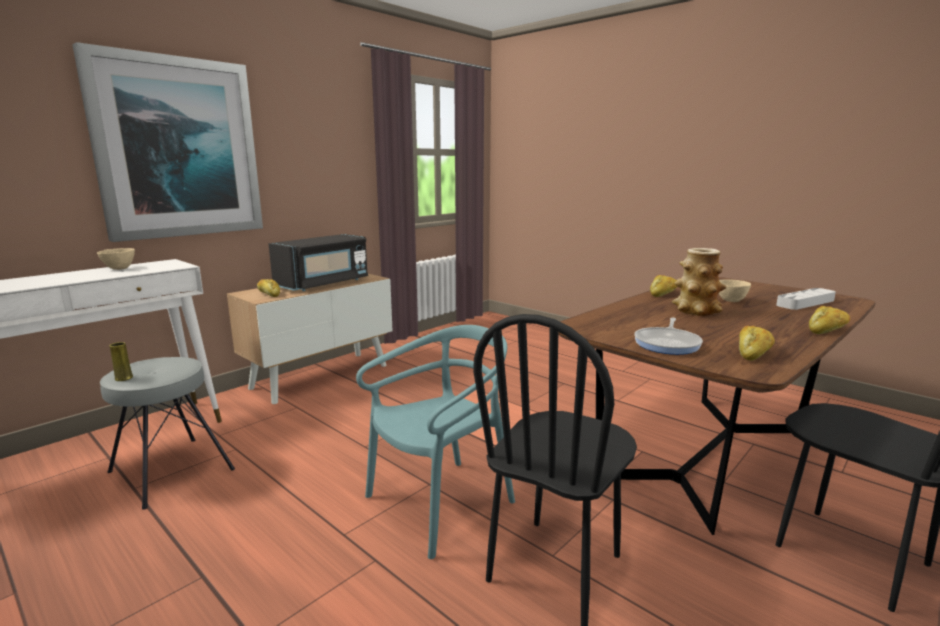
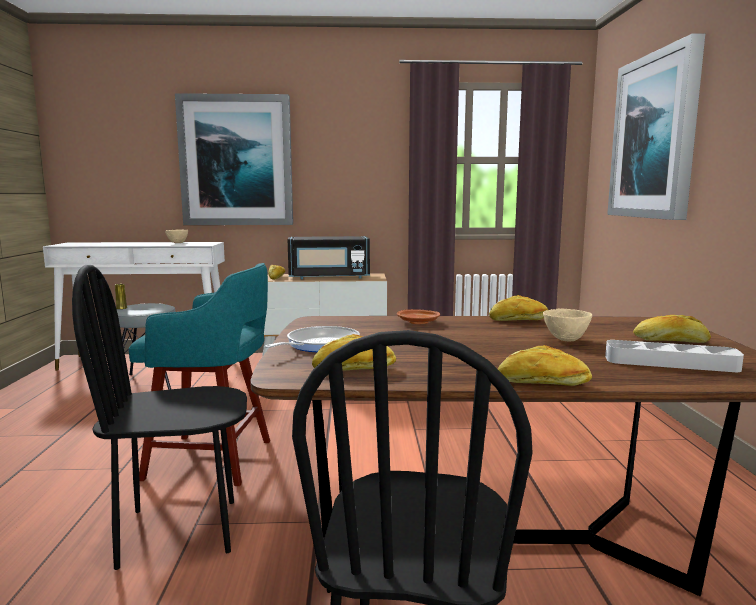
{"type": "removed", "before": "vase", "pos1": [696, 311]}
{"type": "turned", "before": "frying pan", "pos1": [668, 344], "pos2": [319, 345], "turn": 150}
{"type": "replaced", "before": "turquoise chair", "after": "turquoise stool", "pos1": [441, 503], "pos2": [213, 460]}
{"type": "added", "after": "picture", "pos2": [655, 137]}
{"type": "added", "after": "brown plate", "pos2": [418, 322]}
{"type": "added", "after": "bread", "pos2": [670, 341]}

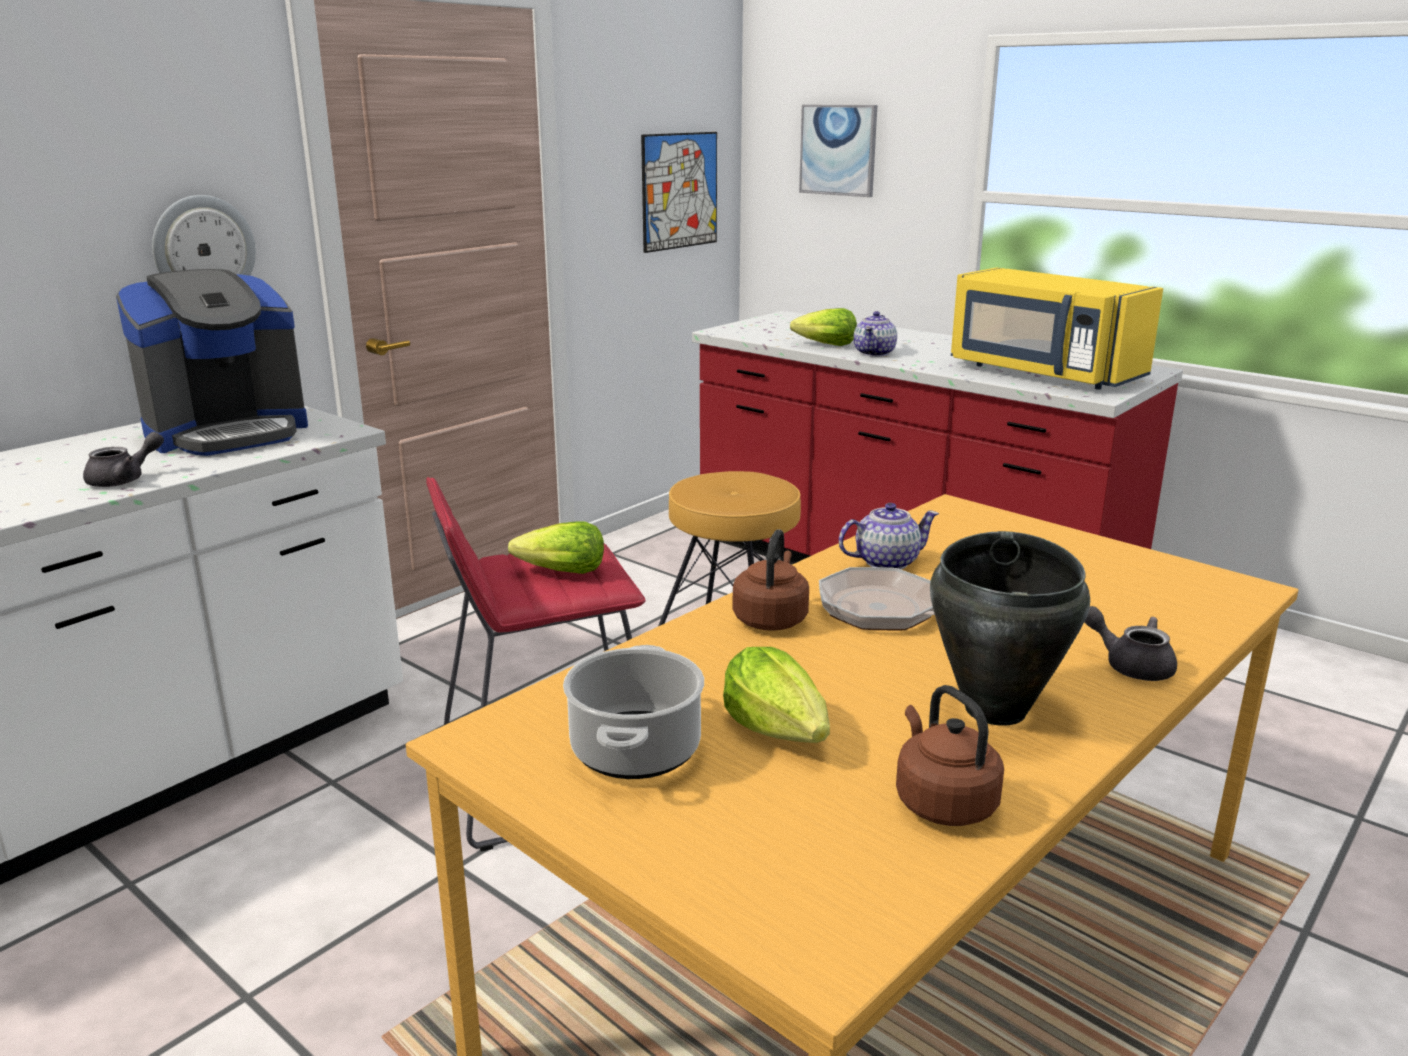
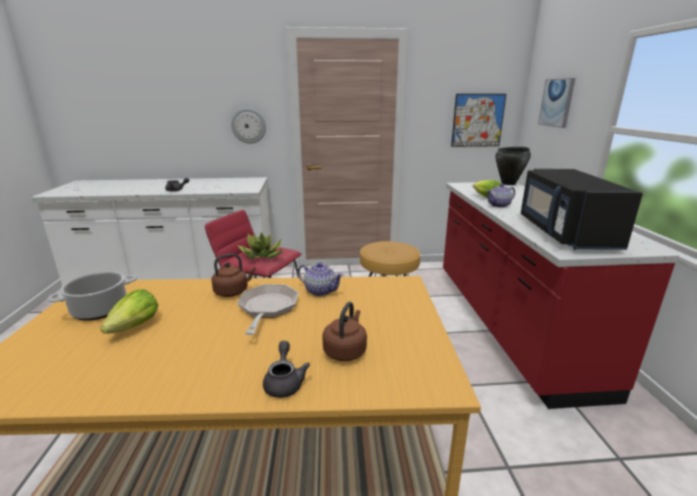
{"type": "recoloured", "before": "yellow microwave", "after": "black microwave", "pos1": [1042, 373], "pos2": [564, 233]}
{"type": "removed", "before": "coffee machine", "pos1": [228, 433]}
{"type": "replaced", "before": "lettuce", "after": "potted plant", "pos1": [562, 572], "pos2": [262, 256]}
{"type": "moved", "before": "black cooking pot", "pos1": [996, 709], "pos2": [508, 184]}
{"type": "moved", "before": "brown kettle", "pos1": [942, 802], "pos2": [345, 350]}

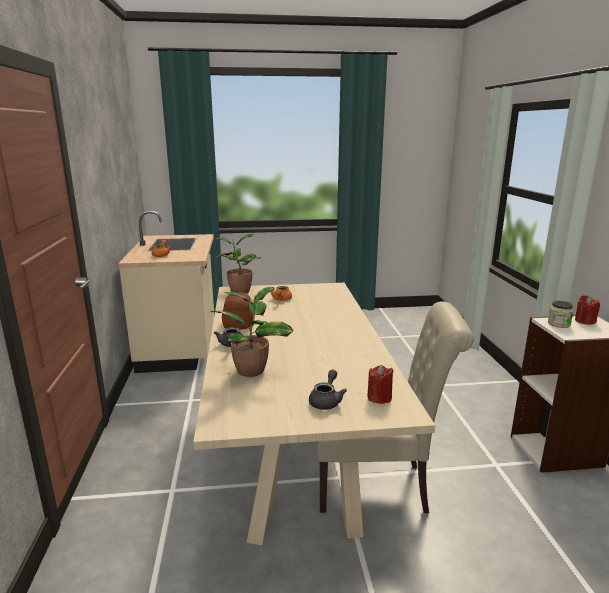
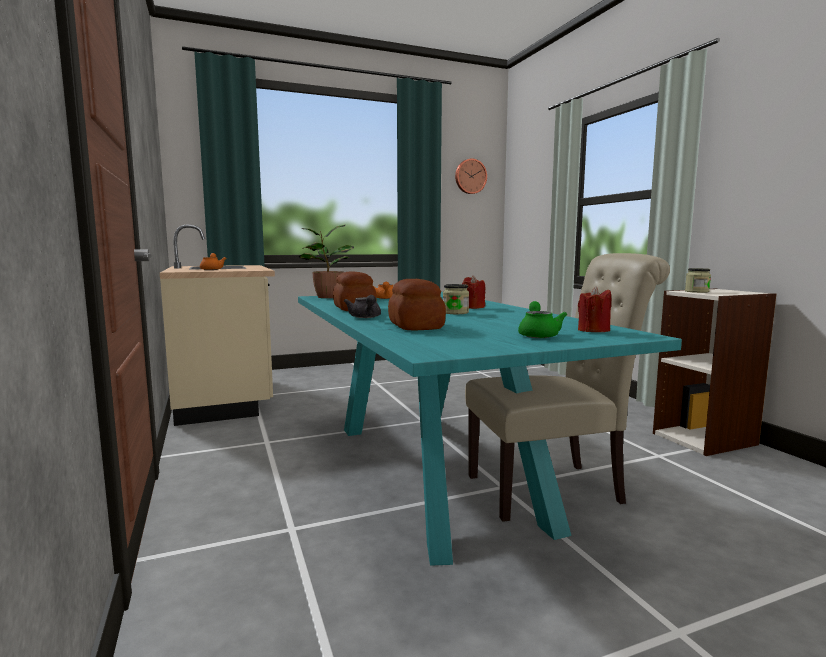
{"type": "recoloured", "before": "beige dining table", "after": "turquoise dining table", "pos1": [297, 450], "pos2": [434, 471]}
{"type": "replaced", "before": "potted plant", "after": "bread", "pos1": [252, 369], "pos2": [416, 326]}
{"type": "moved", "before": "red candle", "pos1": [585, 321], "pos2": [473, 307]}
{"type": "recoloured", "before": "grey teapot", "after": "green teapot", "pos1": [326, 401], "pos2": [538, 335]}
{"type": "added", "after": "wall clock", "pos2": [470, 176]}
{"type": "added", "after": "jar", "pos2": [455, 312]}

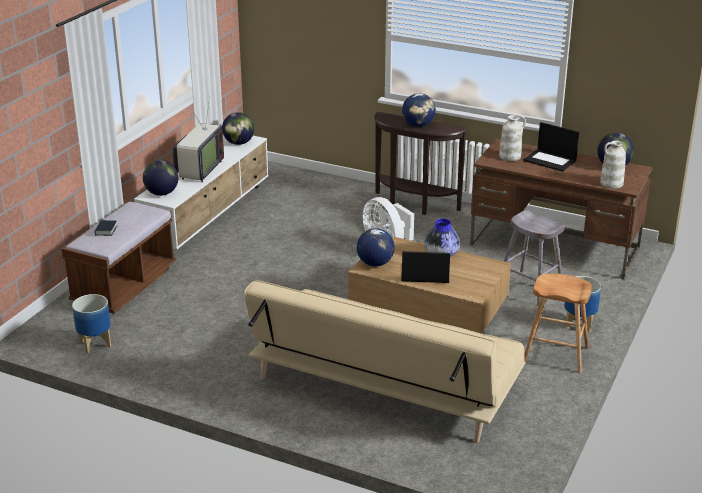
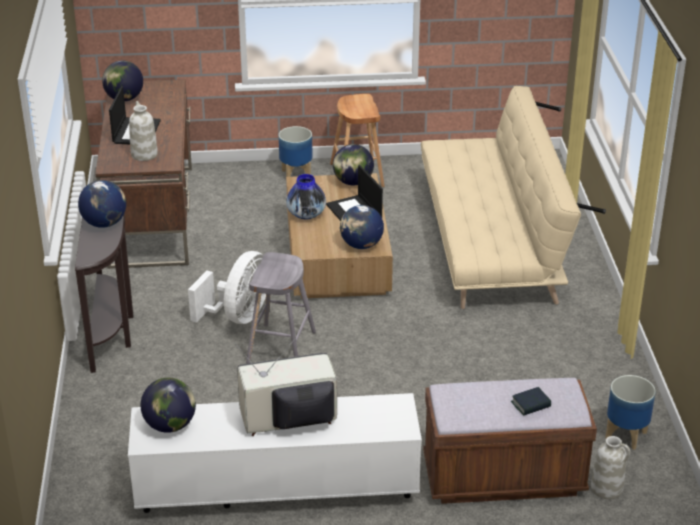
{"type": "moved", "before": "white vase", "pos1": [611, 184], "pos2": [607, 488]}
{"type": "moved", "before": "globe", "pos1": [161, 193], "pos2": [353, 182]}
{"type": "moved", "before": "grey stool", "pos1": [530, 288], "pos2": [281, 347]}

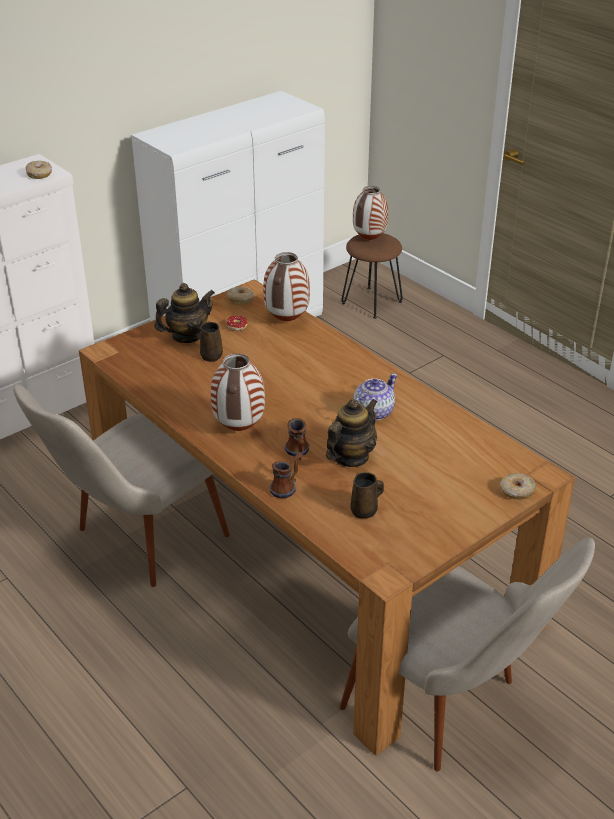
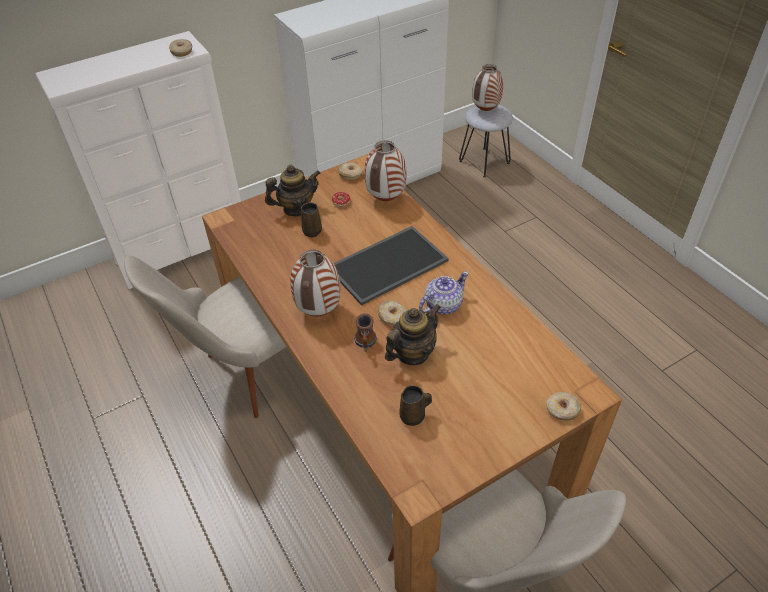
{"type": "recoloured", "before": "brown stool", "after": "grey stool", "pos1": [372, 302], "pos2": [484, 162]}
{"type": "removed", "before": "mug", "pos1": [287, 486]}
{"type": "added", "after": "tray", "pos2": [388, 263]}
{"type": "added", "after": "donut", "pos2": [392, 316]}

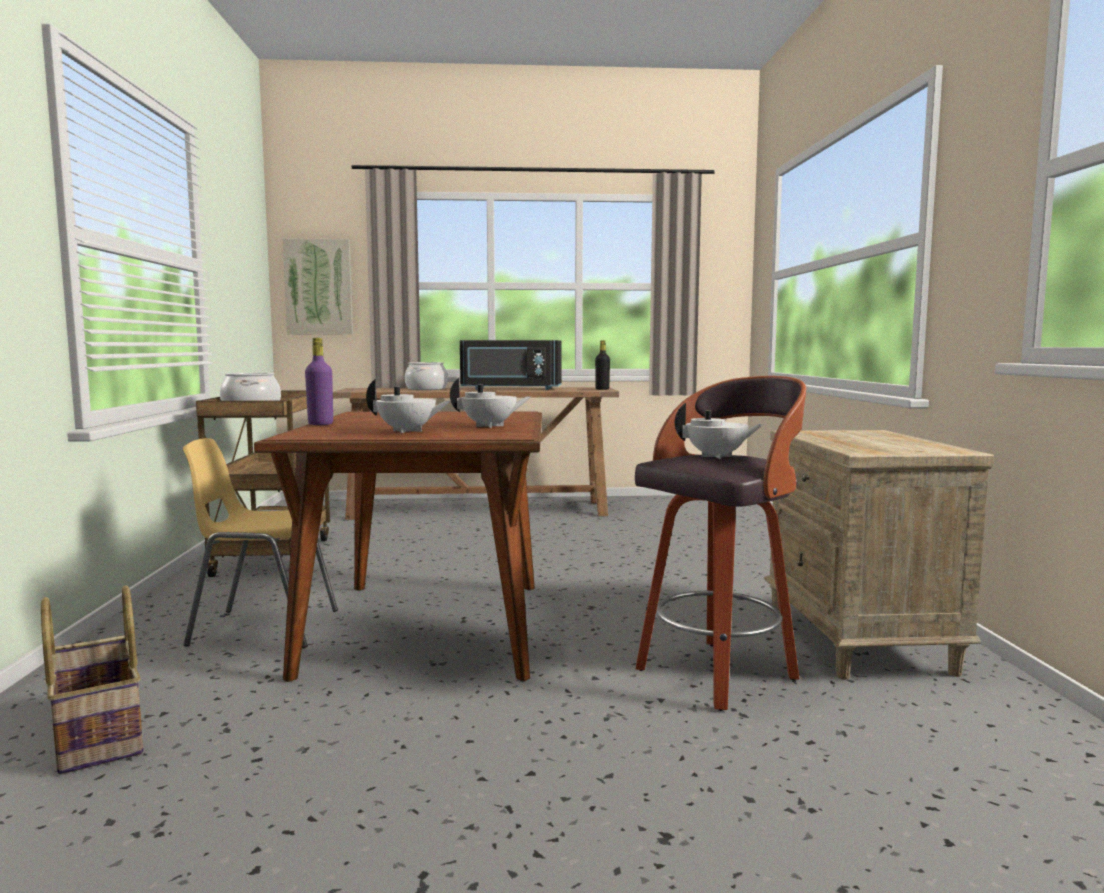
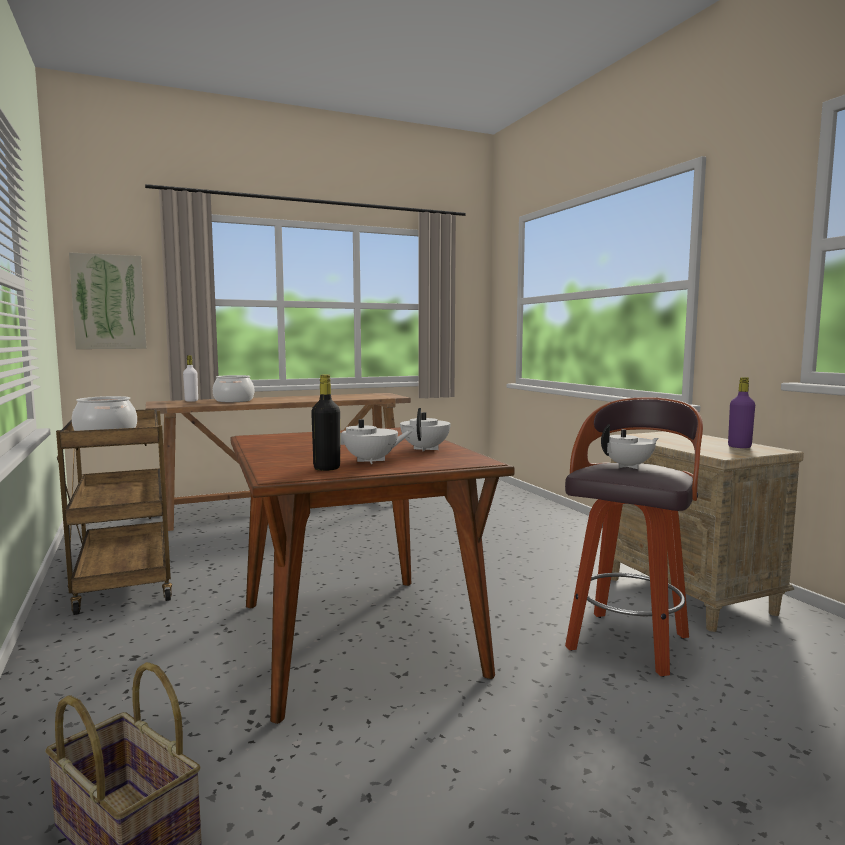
{"type": "moved", "before": "purple bottle", "pos1": [320, 424], "pos2": [739, 447]}
{"type": "removed", "before": "black microwave", "pos1": [511, 389]}
{"type": "moved", "before": "black bottle", "pos1": [602, 389], "pos2": [327, 468]}
{"type": "turned", "before": "white teapot", "pos1": [490, 426], "pos2": [426, 449], "turn": -45}
{"type": "removed", "before": "yellow chair", "pos1": [263, 628]}
{"type": "added", "after": "white bottle", "pos2": [191, 401]}

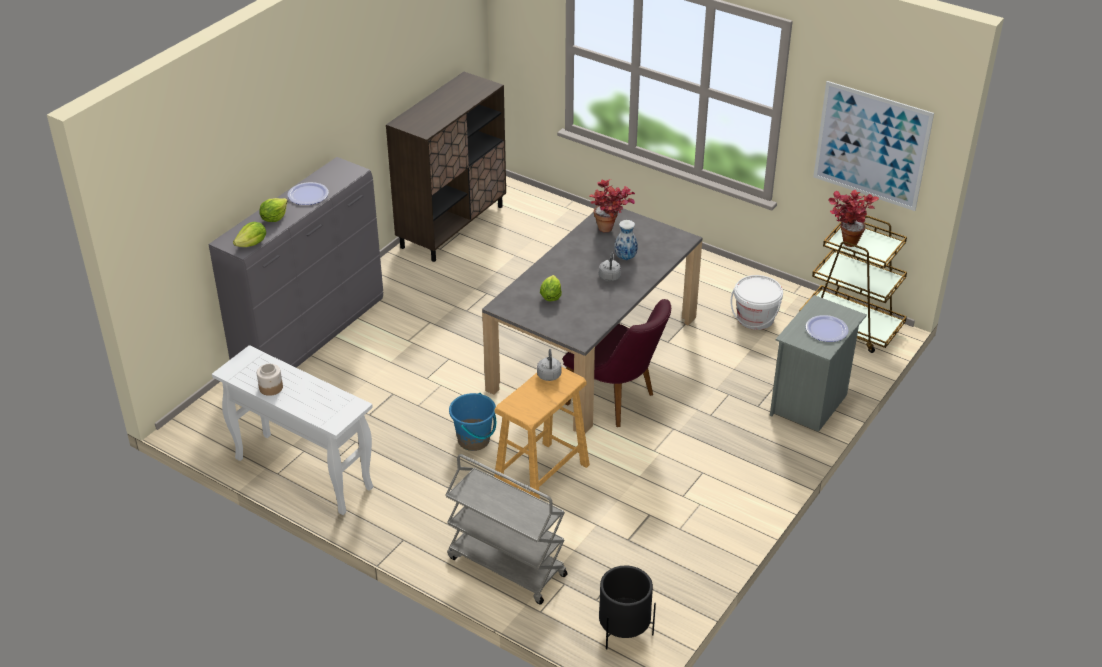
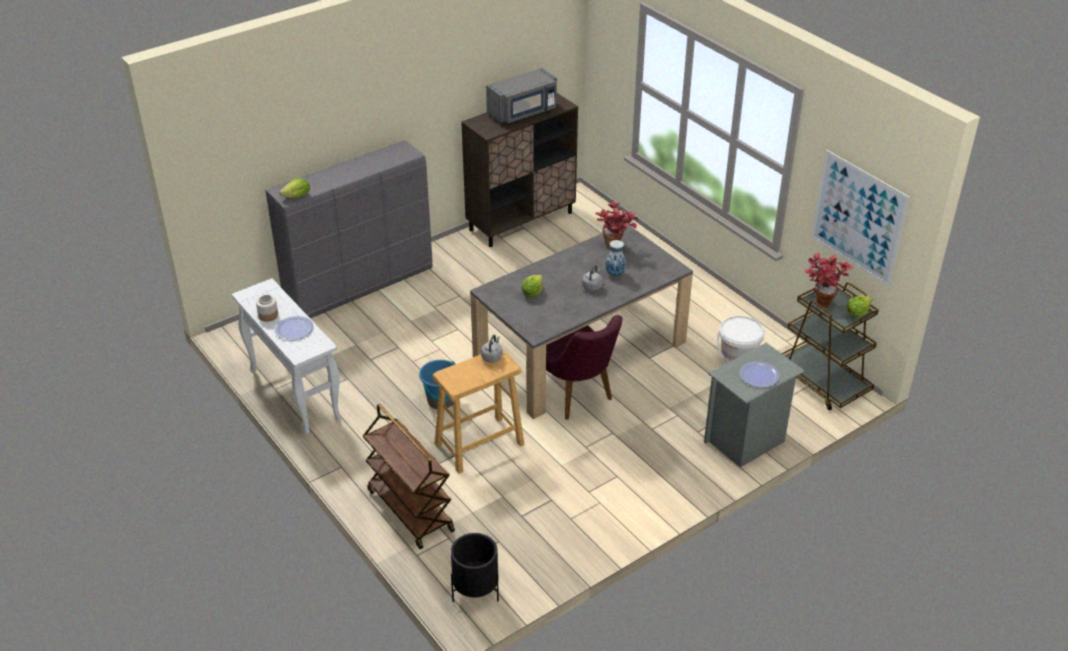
{"type": "moved", "before": "plate", "pos1": [308, 195], "pos2": [294, 329]}
{"type": "moved", "before": "lettuce", "pos1": [274, 218], "pos2": [857, 312]}
{"type": "recoloured", "before": "grey cart", "after": "brown cart", "pos1": [505, 566], "pos2": [409, 510]}
{"type": "added", "after": "grey microwave", "pos2": [523, 112]}

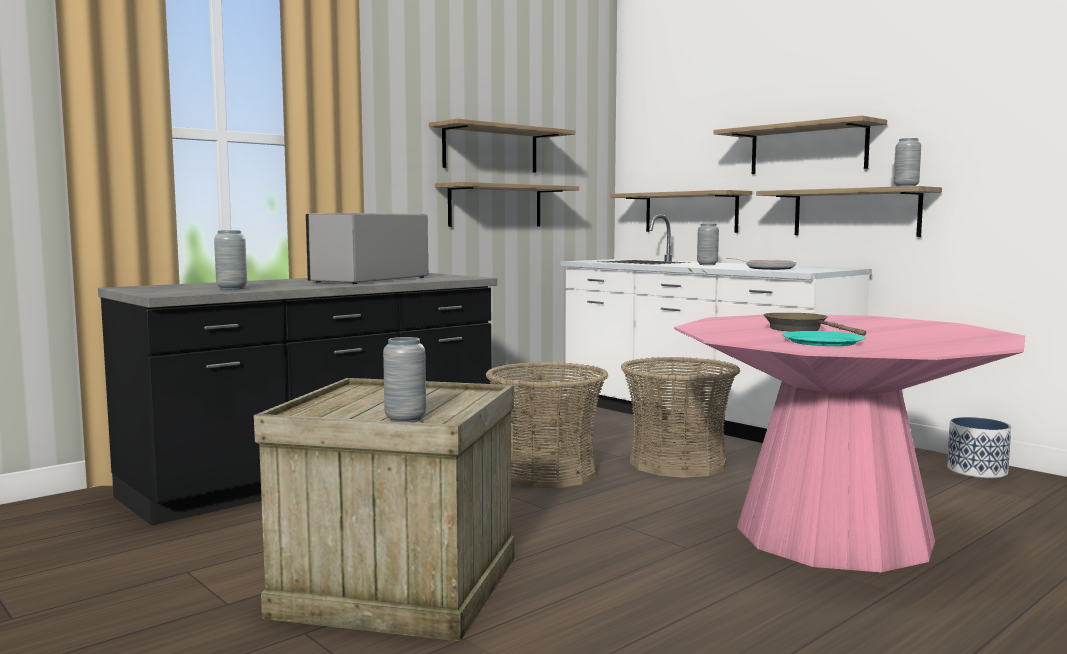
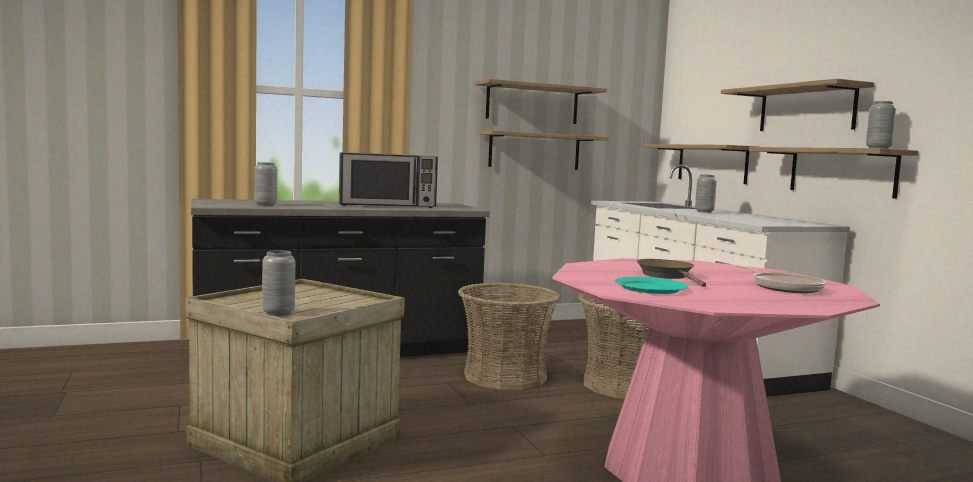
{"type": "turned", "before": "microwave", "pos1": [369, 279], "pos2": [387, 205], "turn": -150}
{"type": "moved", "before": "frying pan", "pos1": [767, 268], "pos2": [784, 287]}
{"type": "removed", "before": "planter", "pos1": [977, 471]}

